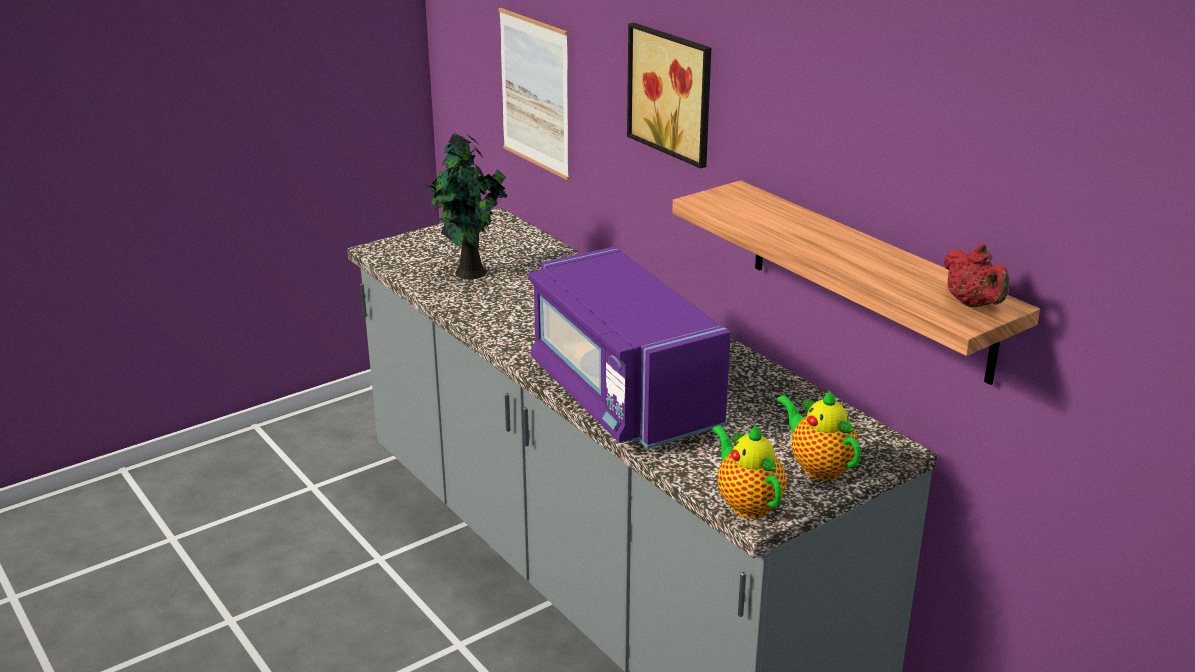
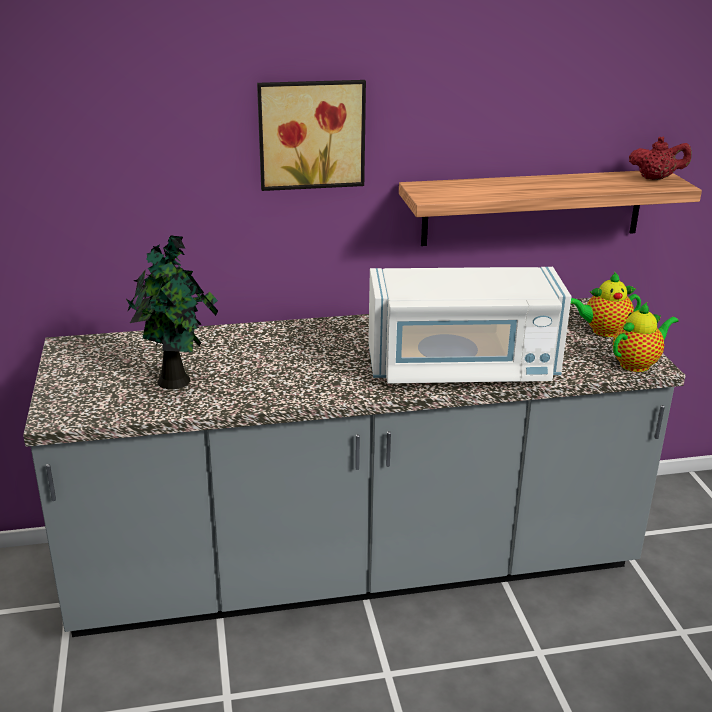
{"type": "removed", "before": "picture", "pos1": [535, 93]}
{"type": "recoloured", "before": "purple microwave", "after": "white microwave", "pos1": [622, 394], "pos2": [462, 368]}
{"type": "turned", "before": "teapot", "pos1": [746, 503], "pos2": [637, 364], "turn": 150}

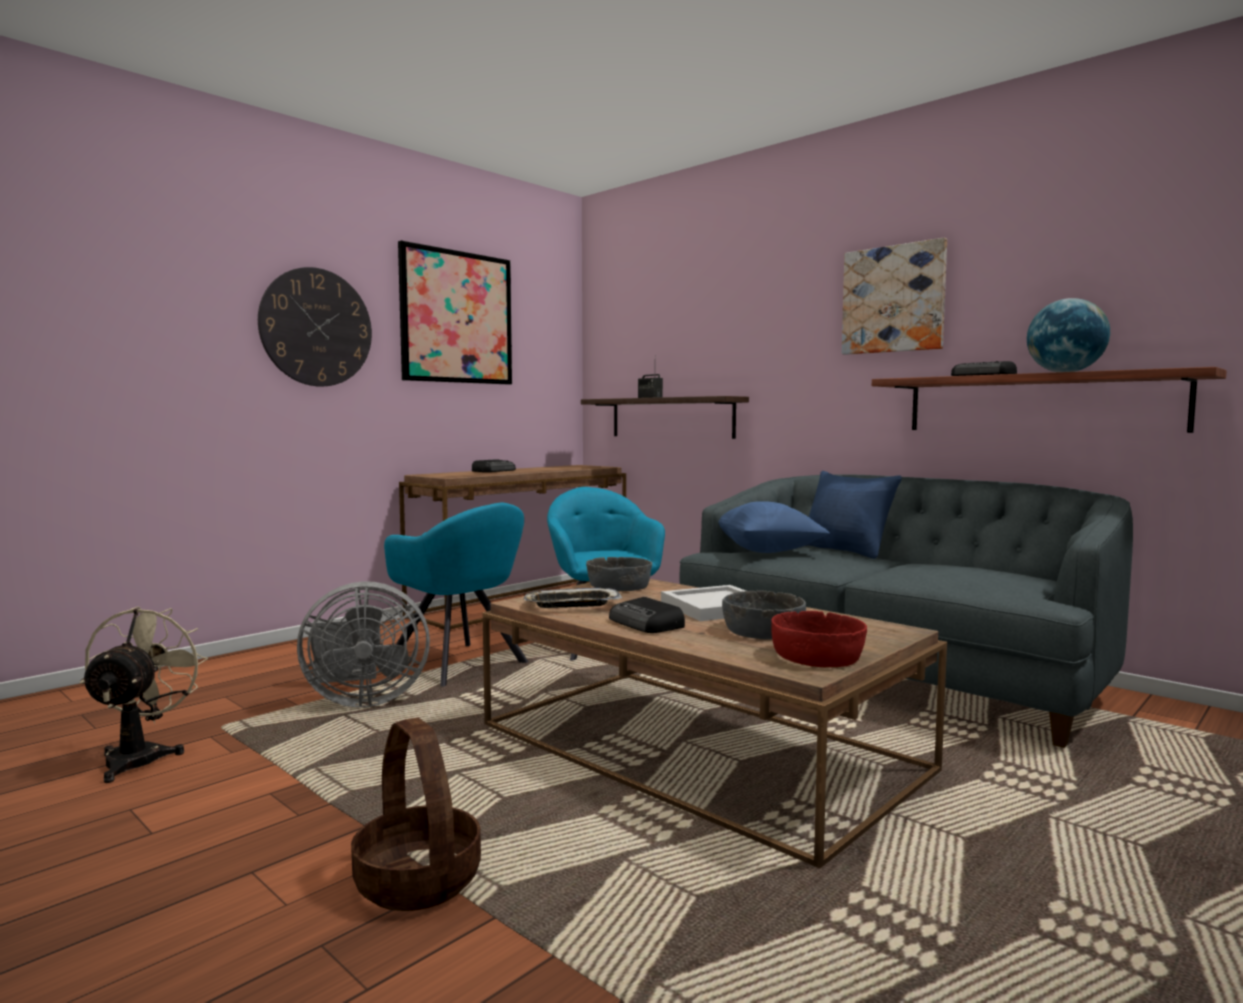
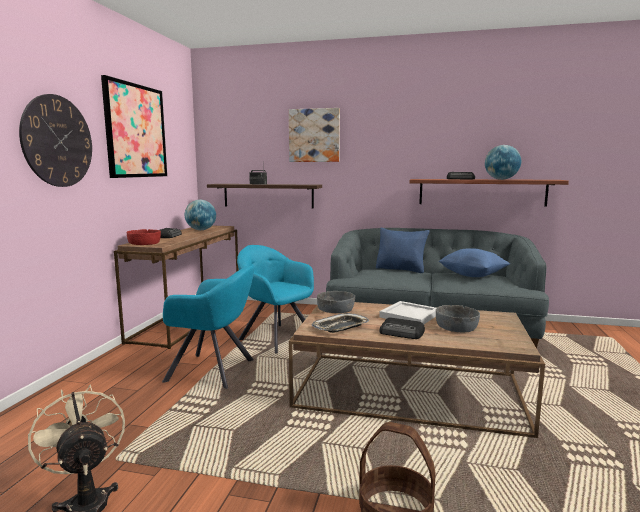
{"type": "moved", "before": "picture", "pos1": [893, 299], "pos2": [314, 135]}
{"type": "moved", "before": "blue pillow", "pos1": [767, 551], "pos2": [472, 275]}
{"type": "removed", "before": "grey fan", "pos1": [362, 700]}
{"type": "moved", "before": "red bowl", "pos1": [818, 656], "pos2": [144, 243]}
{"type": "added", "after": "globe", "pos2": [201, 230]}

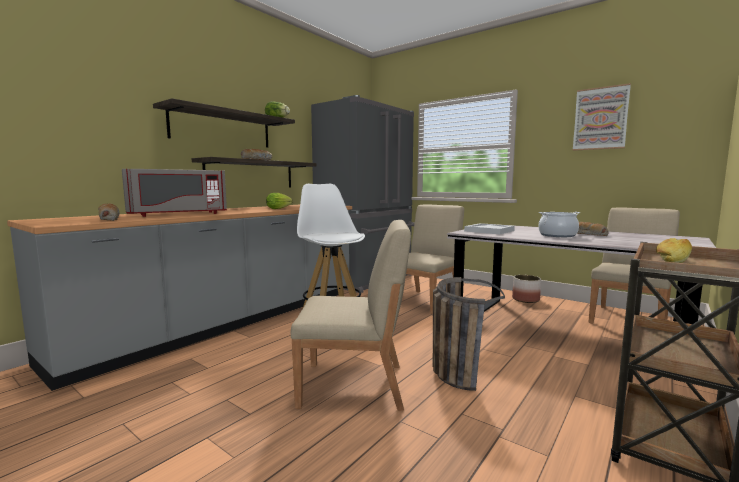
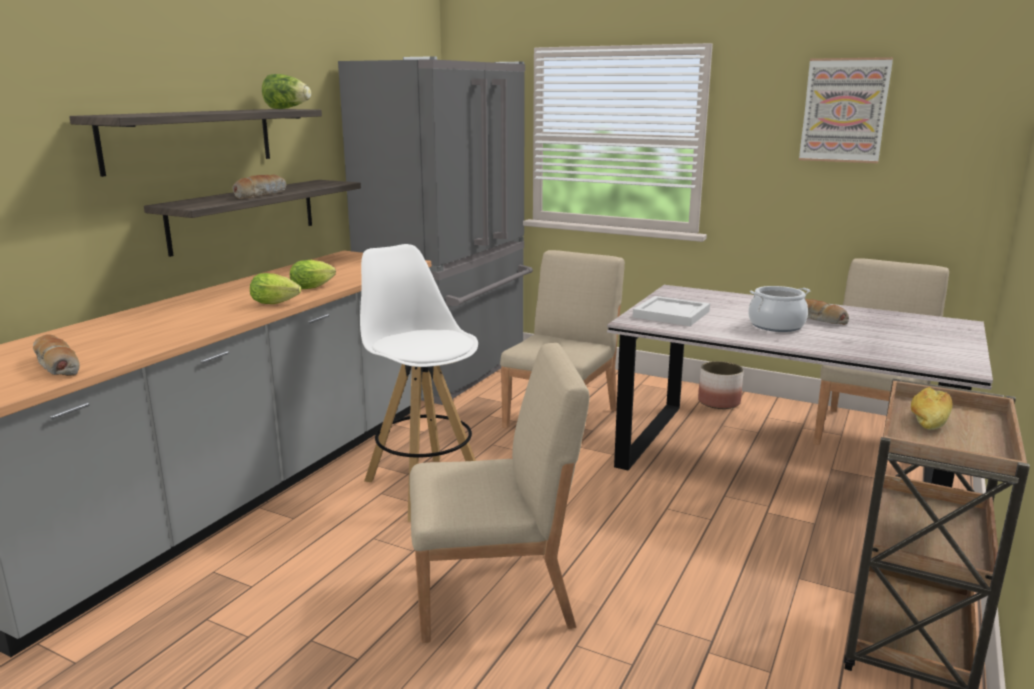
{"type": "removed", "before": "grey microwave", "pos1": [178, 214]}
{"type": "removed", "before": "basket", "pos1": [454, 369]}
{"type": "added", "after": "lettuce", "pos2": [277, 303]}

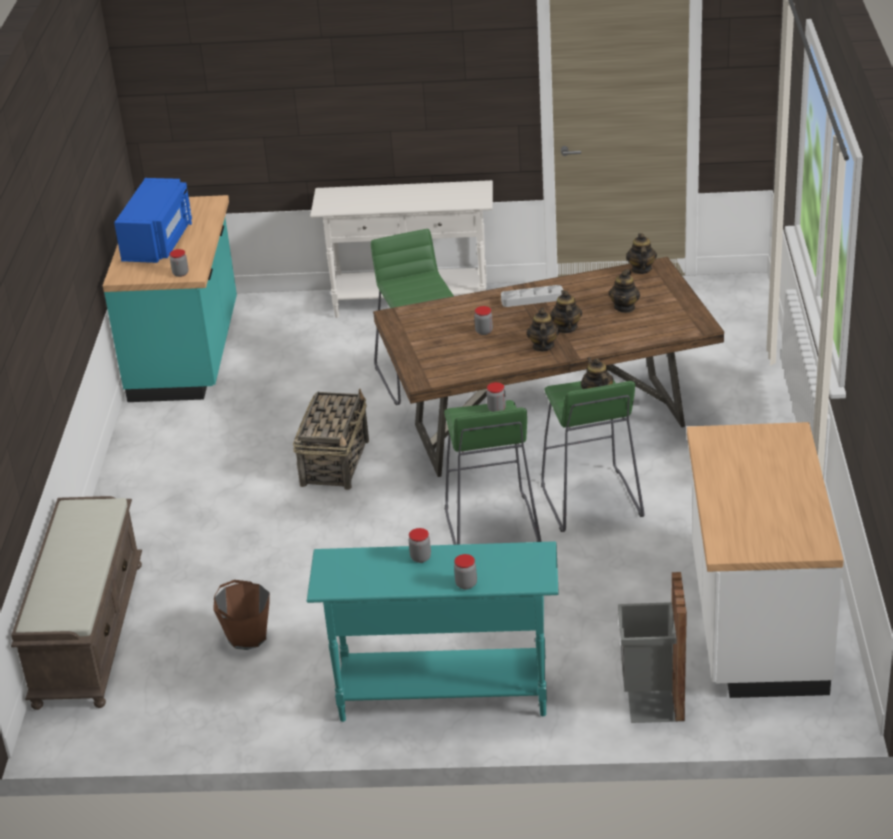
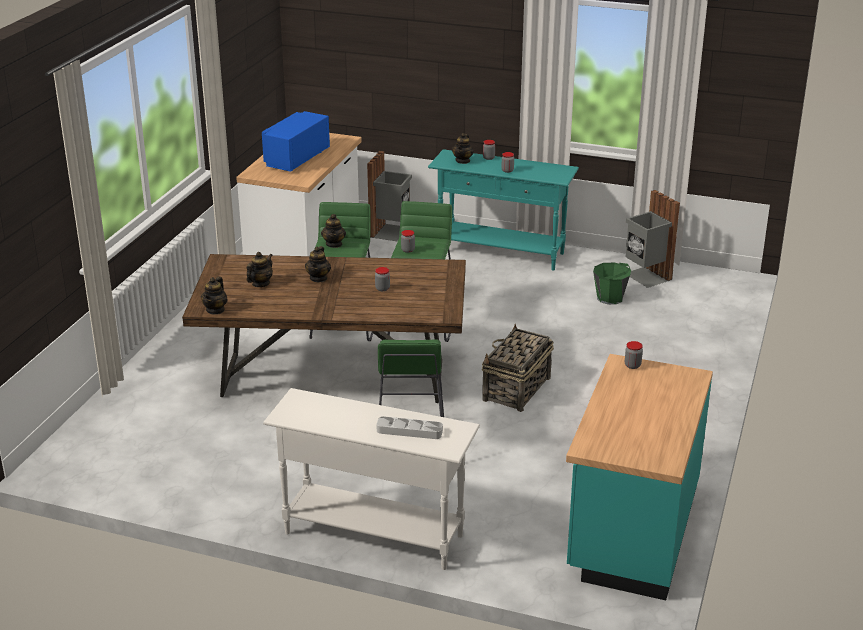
{"type": "moved", "before": "blue microwave", "pos1": [159, 242], "pos2": [295, 158]}
{"type": "moved", "before": "grey tray", "pos1": [532, 299], "pos2": [409, 431]}
{"type": "moved", "before": "teapot", "pos1": [543, 346], "pos2": [463, 161]}
{"type": "removed", "before": "brown bench", "pos1": [88, 633]}
{"type": "recoloured", "before": "brown bucket", "after": "green bucket", "pos1": [247, 636], "pos2": [610, 298]}
{"type": "added", "after": "grey trash can", "pos2": [646, 277]}

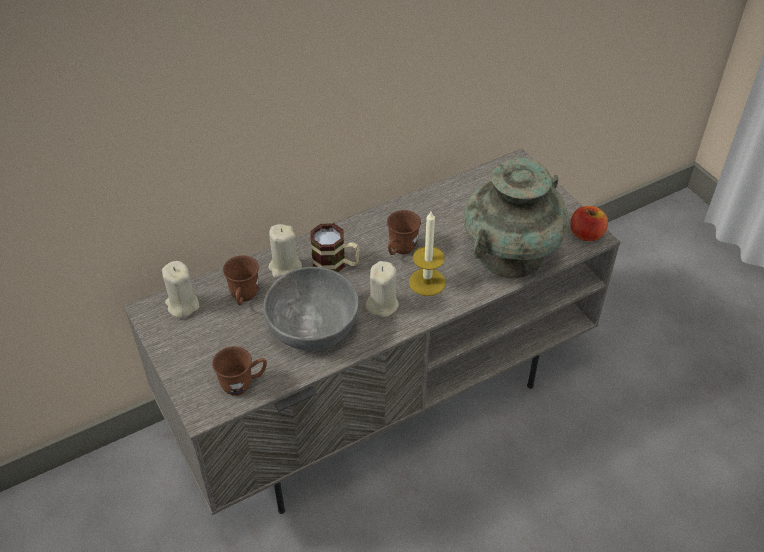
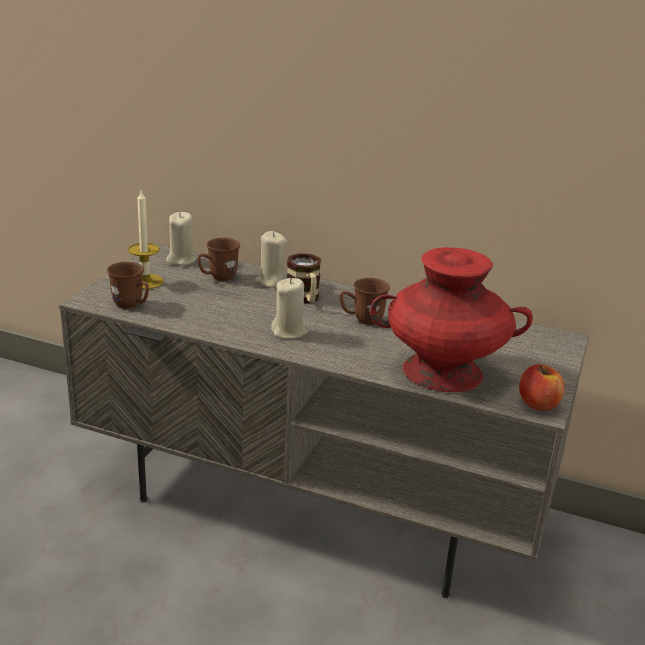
{"type": "recoloured", "before": "turquoise vase", "after": "red vase", "pos1": [511, 254], "pos2": [443, 372]}
{"type": "moved", "before": "candle", "pos1": [427, 282], "pos2": [145, 281]}
{"type": "removed", "before": "grey bowl", "pos1": [313, 326]}

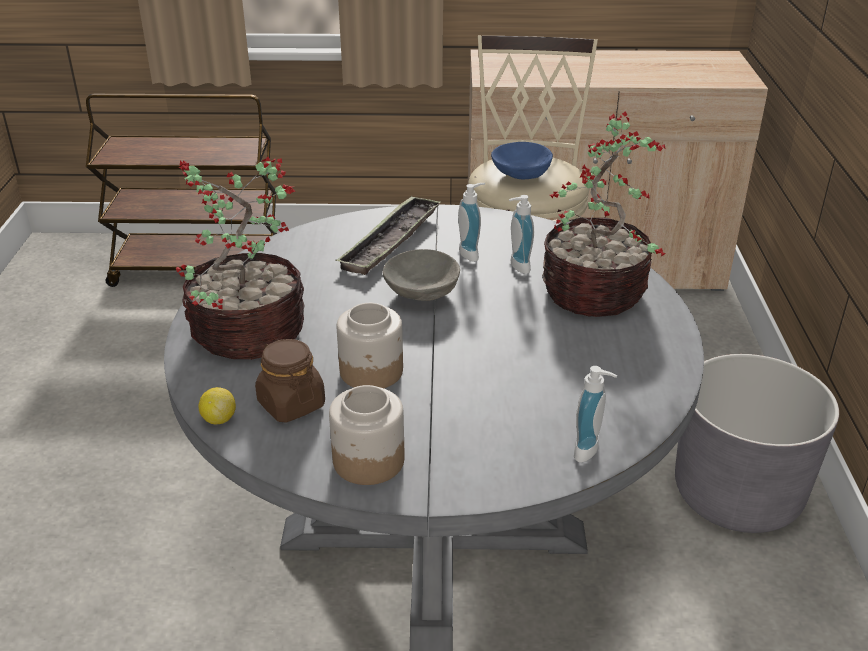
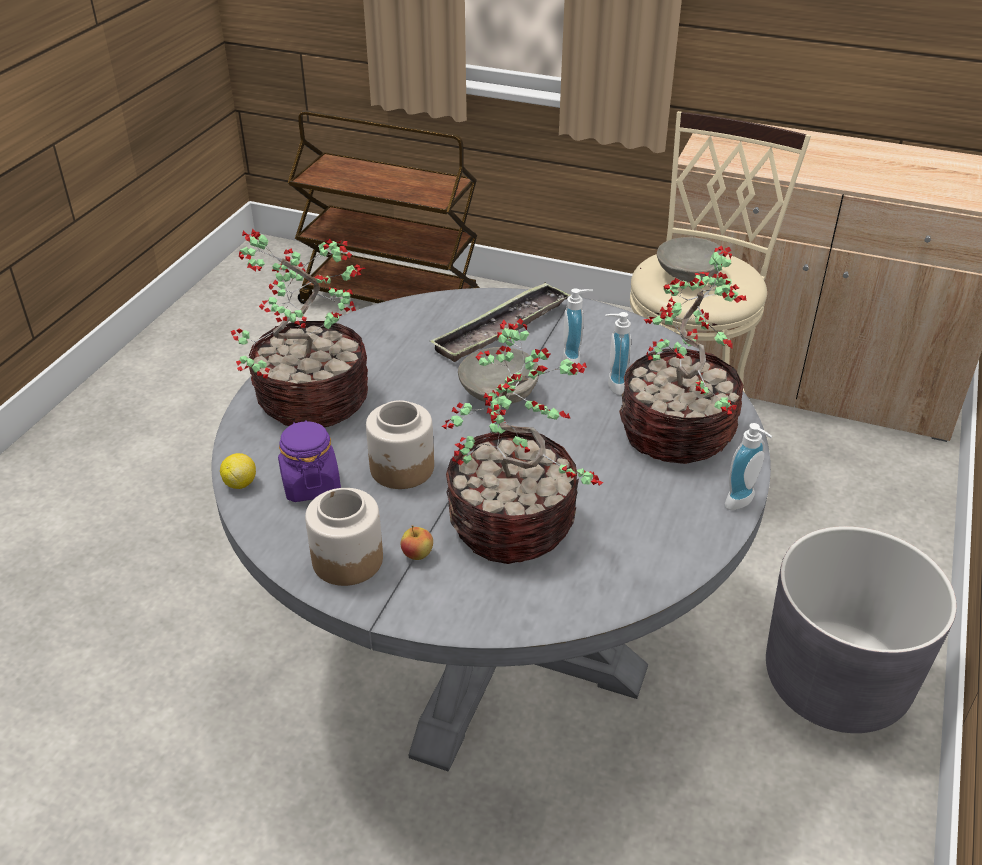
{"type": "recoloured", "before": "blue bowl", "after": "grey bowl", "pos1": [521, 174], "pos2": [689, 275]}
{"type": "recoloured", "before": "brown jar", "after": "purple jar", "pos1": [291, 404], "pos2": [310, 484]}
{"type": "moved", "before": "soap dispenser", "pos1": [590, 451], "pos2": [743, 503]}
{"type": "added", "after": "potted plant", "pos2": [515, 524]}
{"type": "added", "after": "apple", "pos2": [417, 554]}

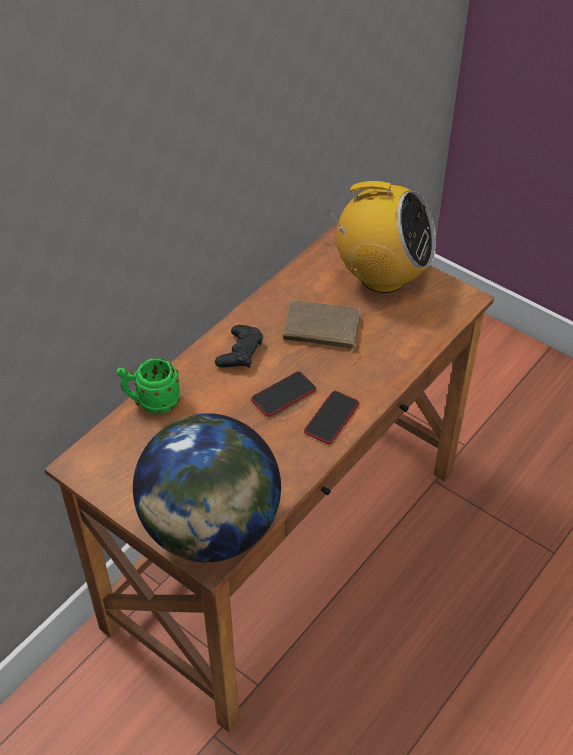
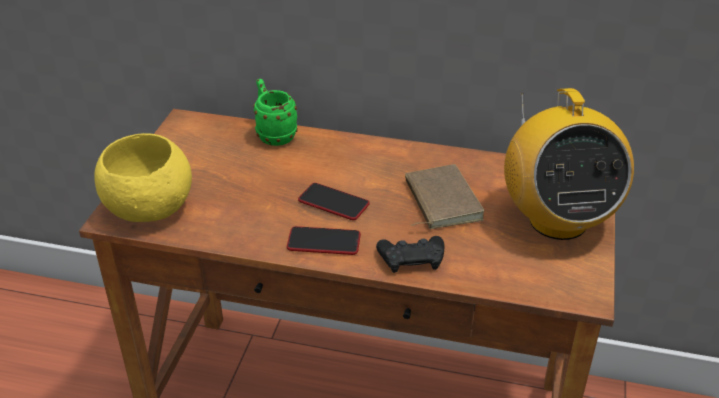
{"type": "moved", "before": "black game controller", "pos1": [240, 352], "pos2": [411, 259]}
{"type": "replaced", "before": "globe", "after": "yellow bowl", "pos1": [211, 529], "pos2": [147, 208]}

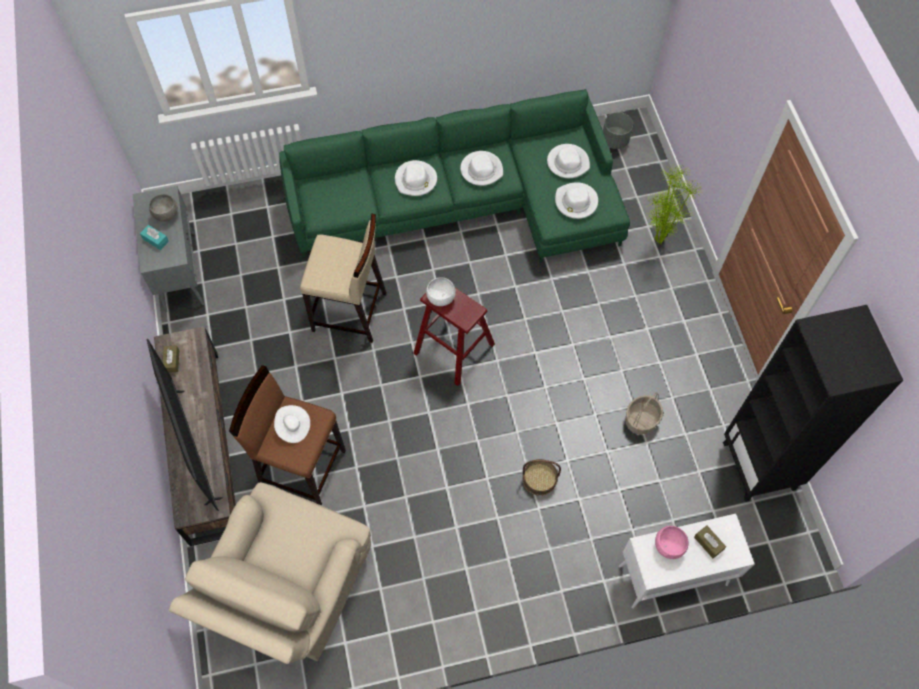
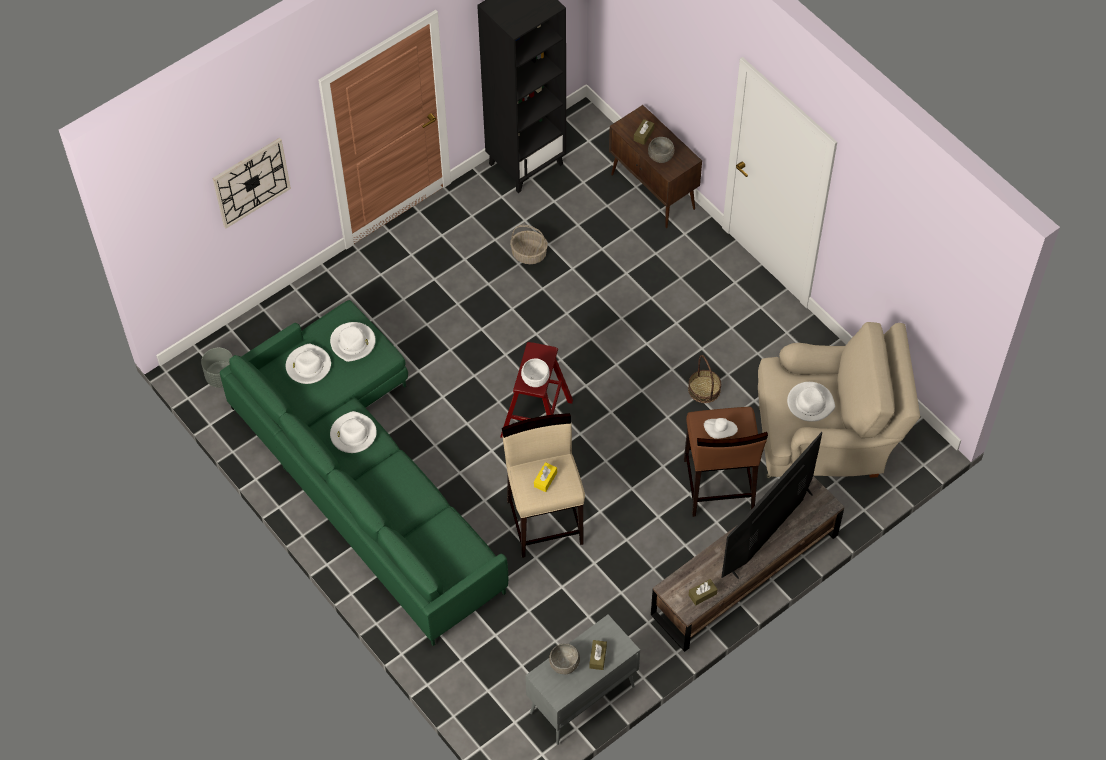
{"type": "moved", "before": "white hat", "pos1": [416, 180], "pos2": [810, 403]}
{"type": "removed", "before": "potted plant", "pos1": [658, 242]}
{"type": "recoloured", "before": "turquoise tissue box", "after": "brown tissue box", "pos1": [155, 240], "pos2": [598, 657]}
{"type": "moved", "before": "basket", "pos1": [539, 479], "pos2": [704, 389]}
{"type": "recoloured", "before": "white cabinet", "after": "brown cabinet", "pos1": [672, 576], "pos2": [653, 192]}
{"type": "recoloured", "before": "pink bowl", "after": "grey bowl", "pos1": [668, 546], "pos2": [661, 157]}
{"type": "added", "after": "wall clock", "pos2": [251, 182]}
{"type": "added", "after": "yellow tissue box", "pos2": [545, 479]}

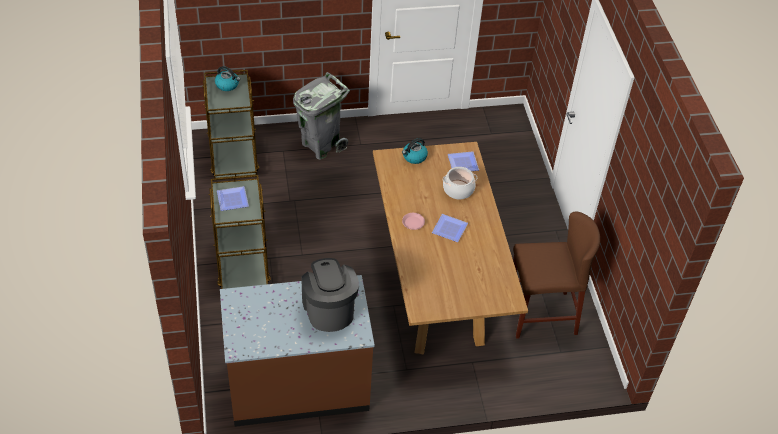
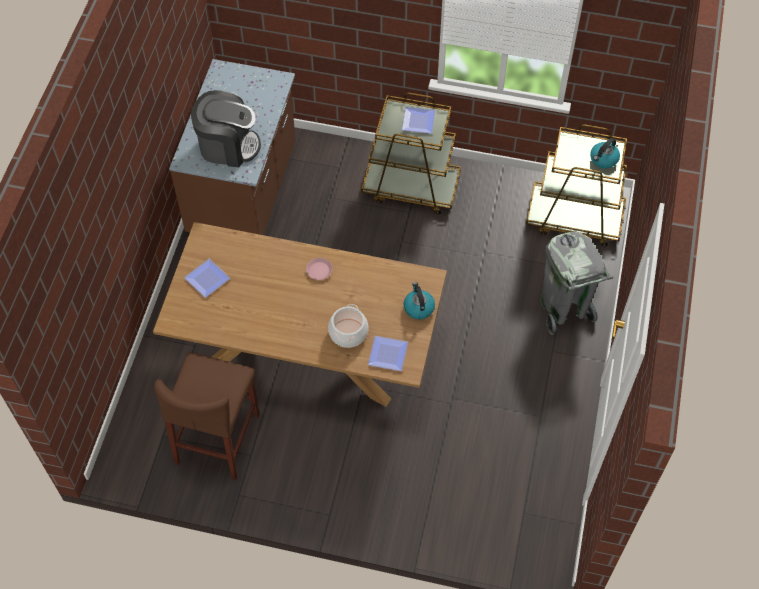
{"type": "moved", "before": "plate", "pos1": [450, 230], "pos2": [205, 279]}

